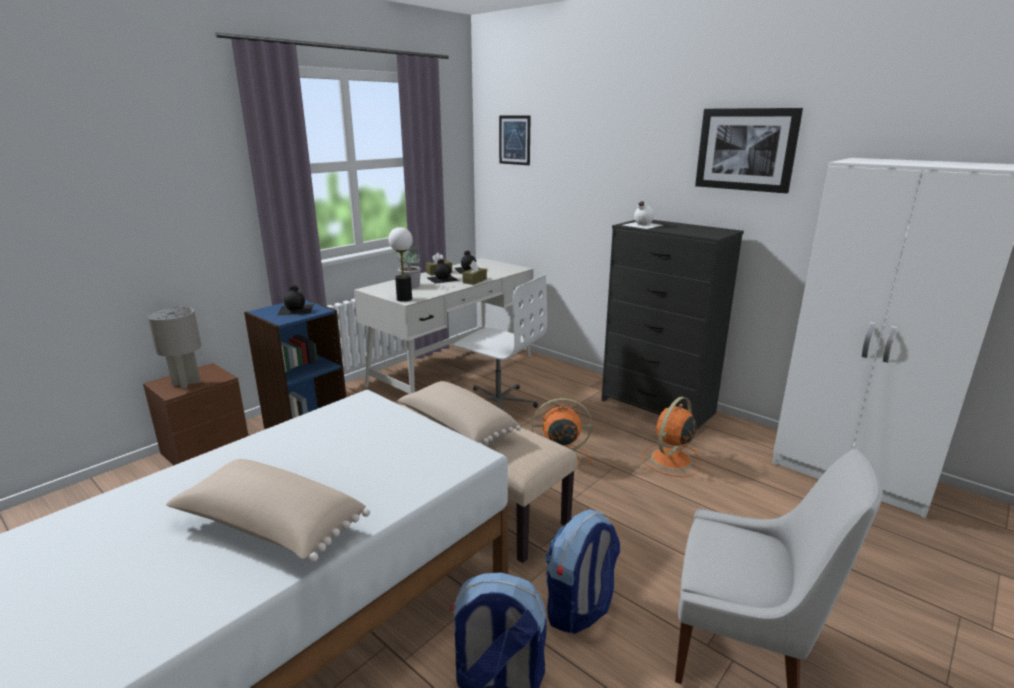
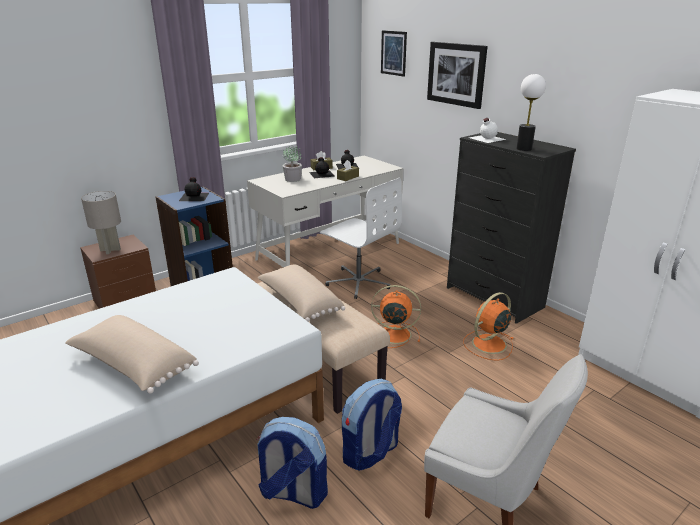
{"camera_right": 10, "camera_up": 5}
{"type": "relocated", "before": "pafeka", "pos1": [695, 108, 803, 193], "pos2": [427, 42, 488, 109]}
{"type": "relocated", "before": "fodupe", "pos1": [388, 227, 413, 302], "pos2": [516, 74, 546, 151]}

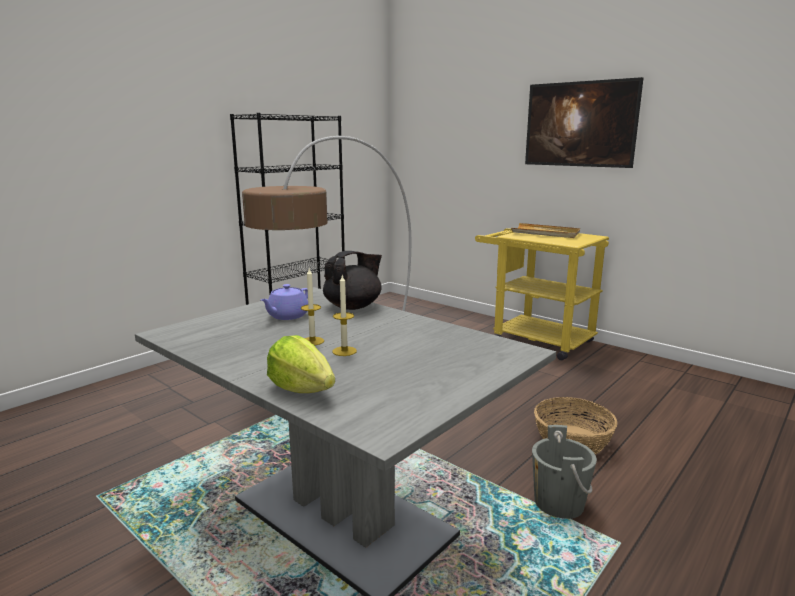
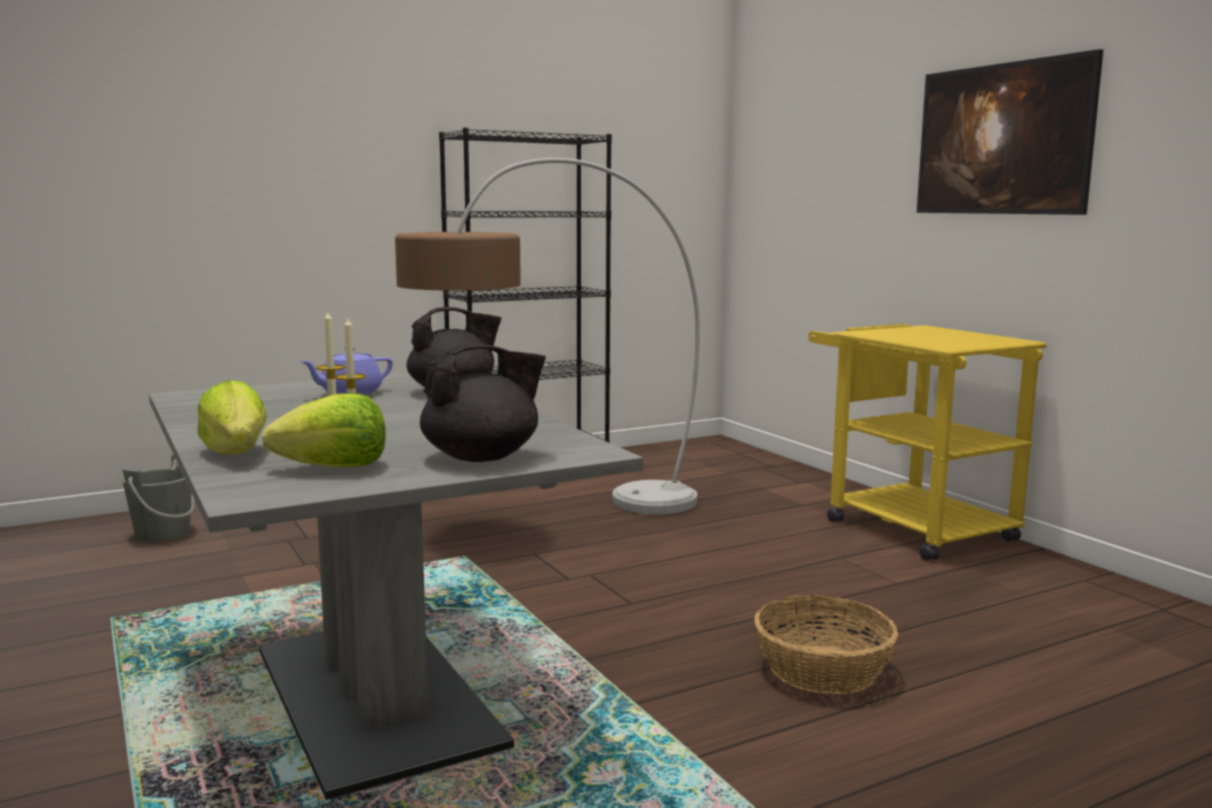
{"camera_right": 20, "camera_up": -5}
{"type": "missing", "before": "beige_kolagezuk", "pos1": [511, 223, 580, 238]}
{"type": "relocated", "before": "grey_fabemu", "pos1": [532, 425, 597, 519], "pos2": [122, 455, 194, 542]}
{"type": "appeared", "after": "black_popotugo", "pos2": [420, 343, 546, 462]}
{"type": "appeared", "after": "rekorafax", "pos2": [263, 393, 386, 467]}

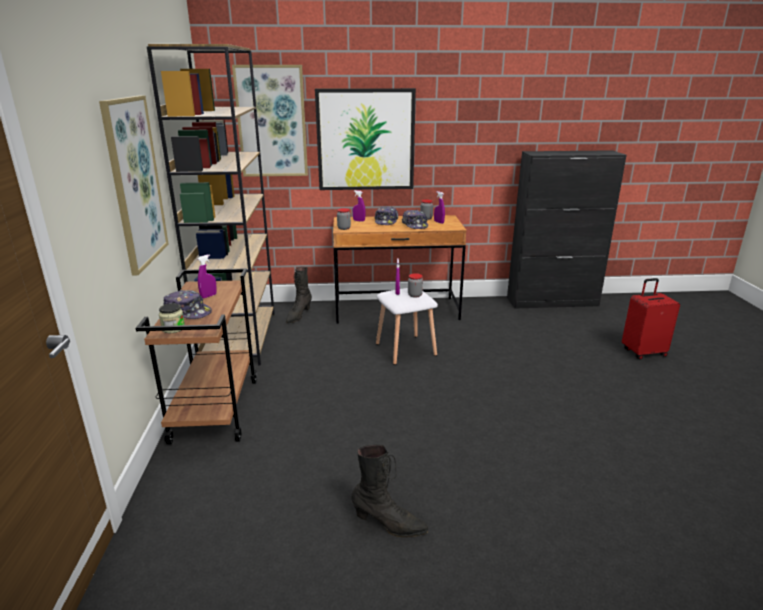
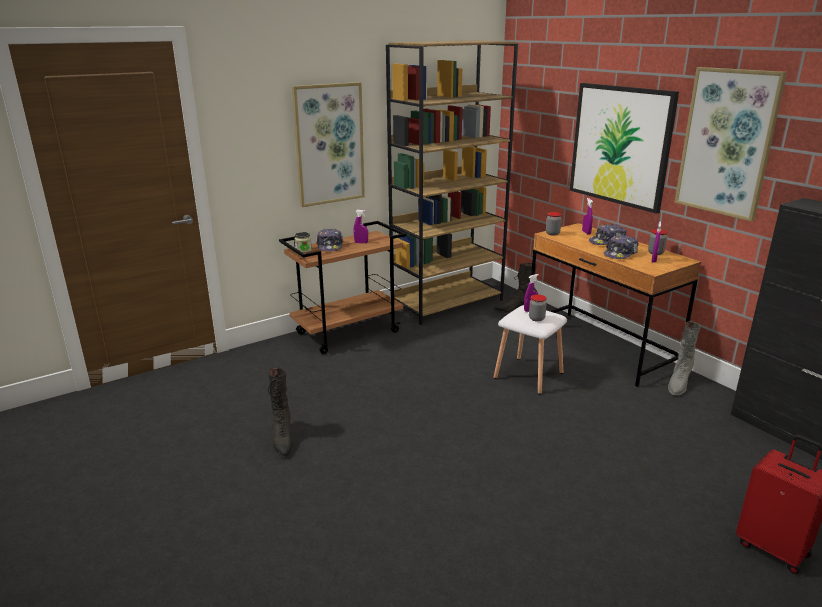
{"camera_right": 60, "camera_up": 0}
{"type": "relocated", "before": "pafeka", "pos1": [232, 65, 308, 177], "pos2": [674, 67, 787, 221]}
{"type": "appeared", "after": "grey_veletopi", "pos2": [668, 321, 701, 395]}

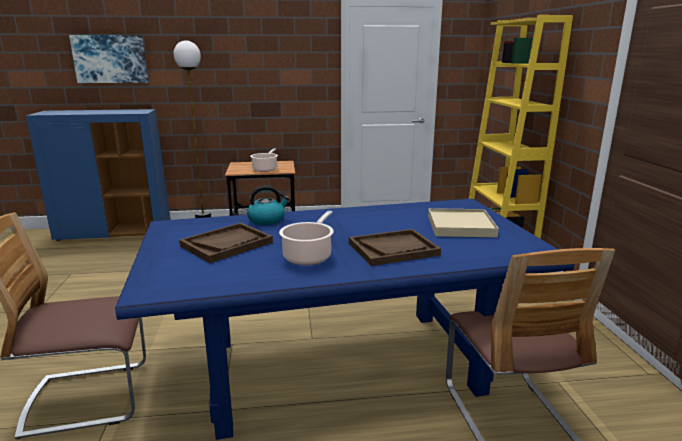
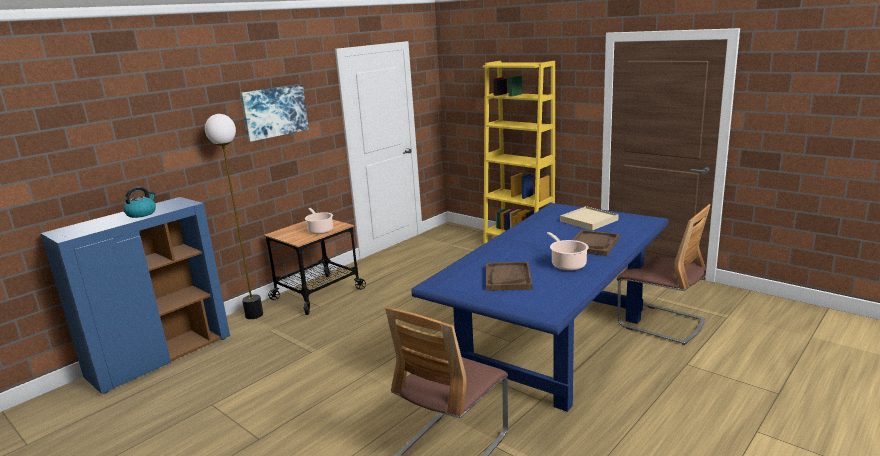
{"camera_right": -40, "camera_up": 0}
{"type": "relocated", "before": "pafeka", "pos1": [69, 35, 148, 83], "pos2": [240, 84, 309, 142]}
{"type": "relocated", "before": "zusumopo", "pos1": [247, 186, 290, 225], "pos2": [123, 187, 156, 218]}

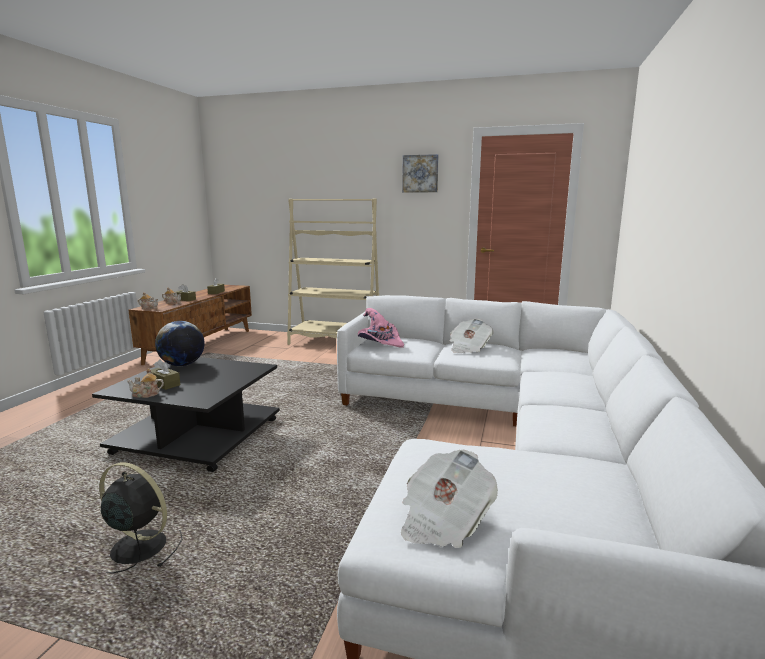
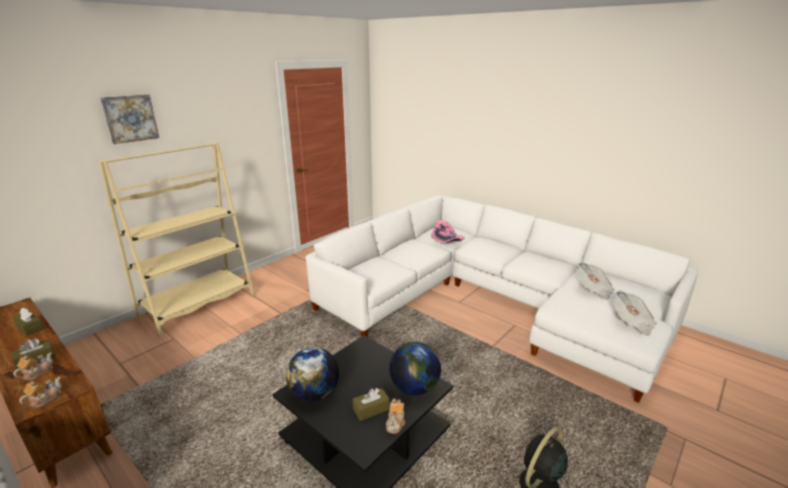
{"camera_right": -65, "camera_up": 10}
{"type": "relocated", "before": "pafeka", "pos1": [402, 154, 439, 193], "pos2": [100, 94, 159, 144]}
{"type": "relocated", "before": "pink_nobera", "pos1": [358, 308, 404, 348], "pos2": [431, 220, 465, 243]}
{"type": "relocated", "before": "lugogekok", "pos1": [450, 319, 494, 353], "pos2": [576, 262, 615, 300]}
{"type": "appeared", "after": "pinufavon", "pos2": [389, 342, 441, 395]}

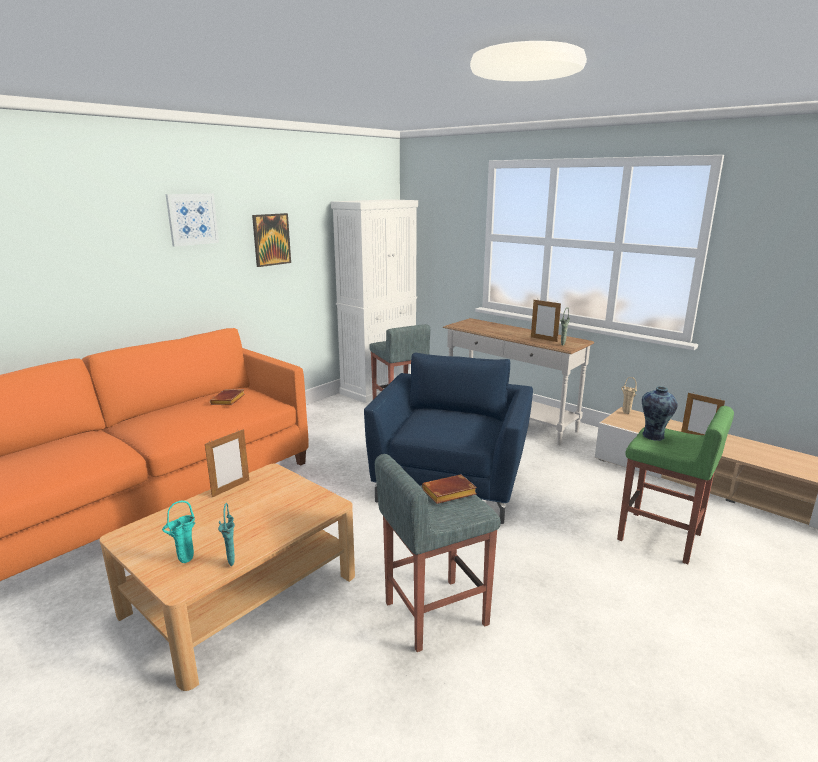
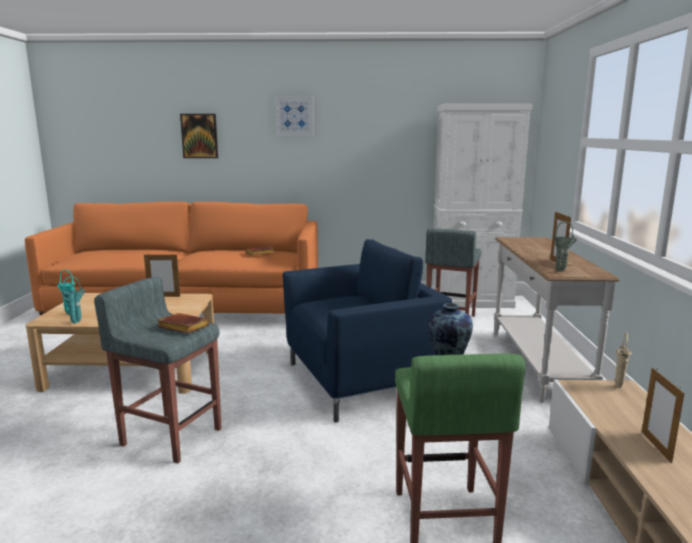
{"camera_right": 50, "camera_up": -5}
{"type": "relocated", "before": "pafeka", "pos1": [252, 213, 291, 267], "pos2": [180, 114, 218, 158]}

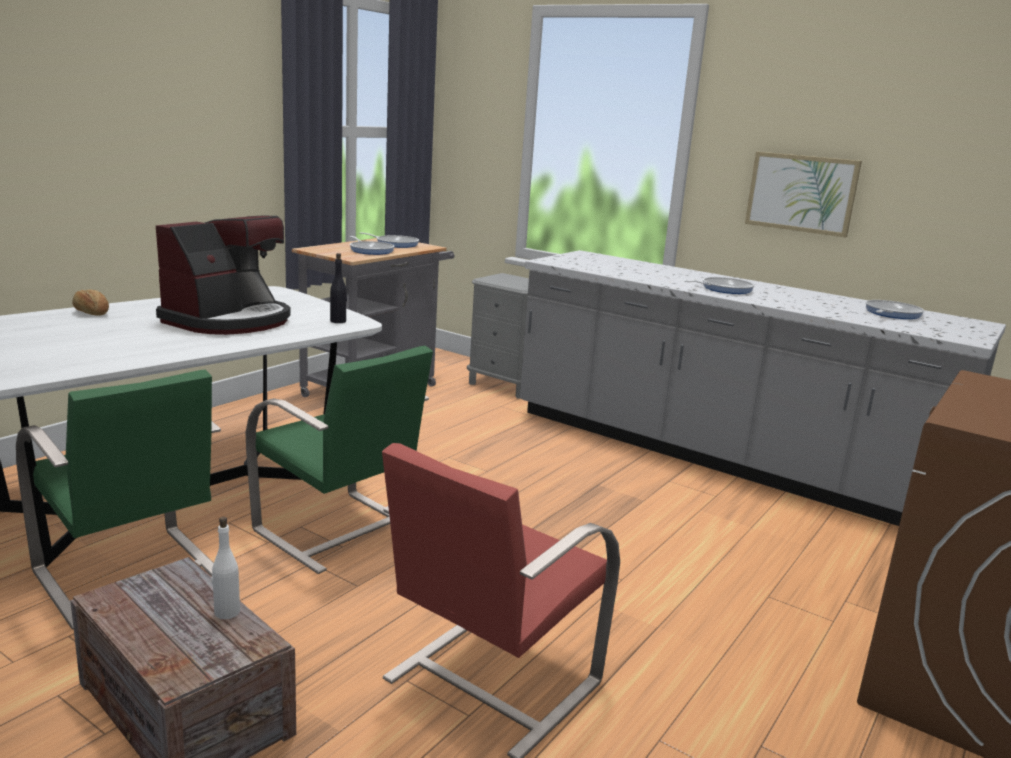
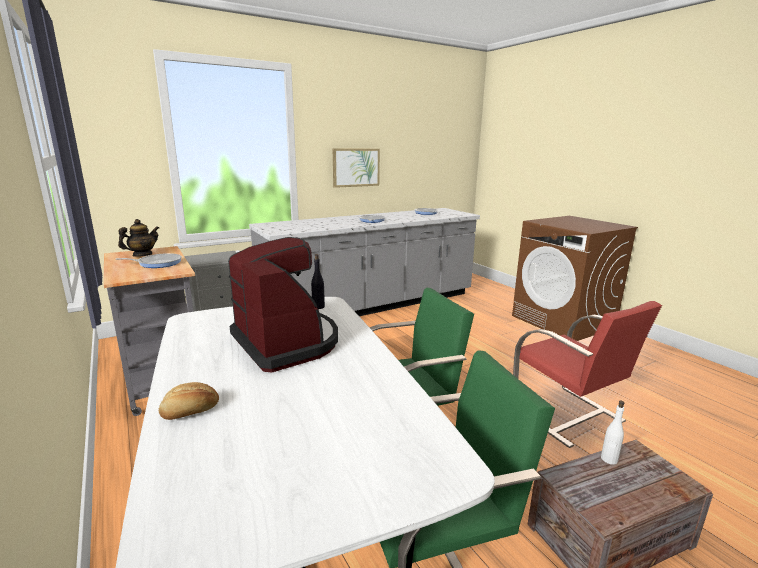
{"camera_right": -65, "camera_up": 0}
{"type": "exchanged", "before": "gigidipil", "after": "popotugo", "pos1": [360, 232, 419, 248], "pos2": [118, 219, 159, 257]}

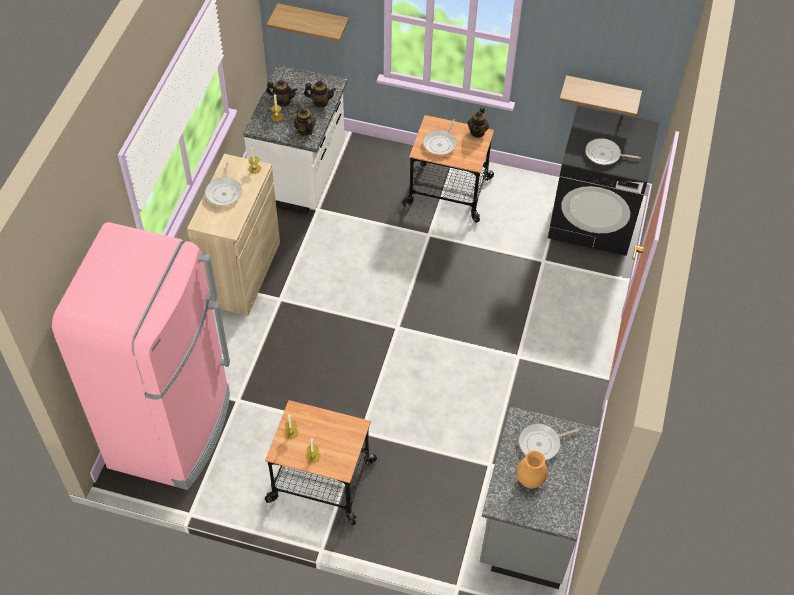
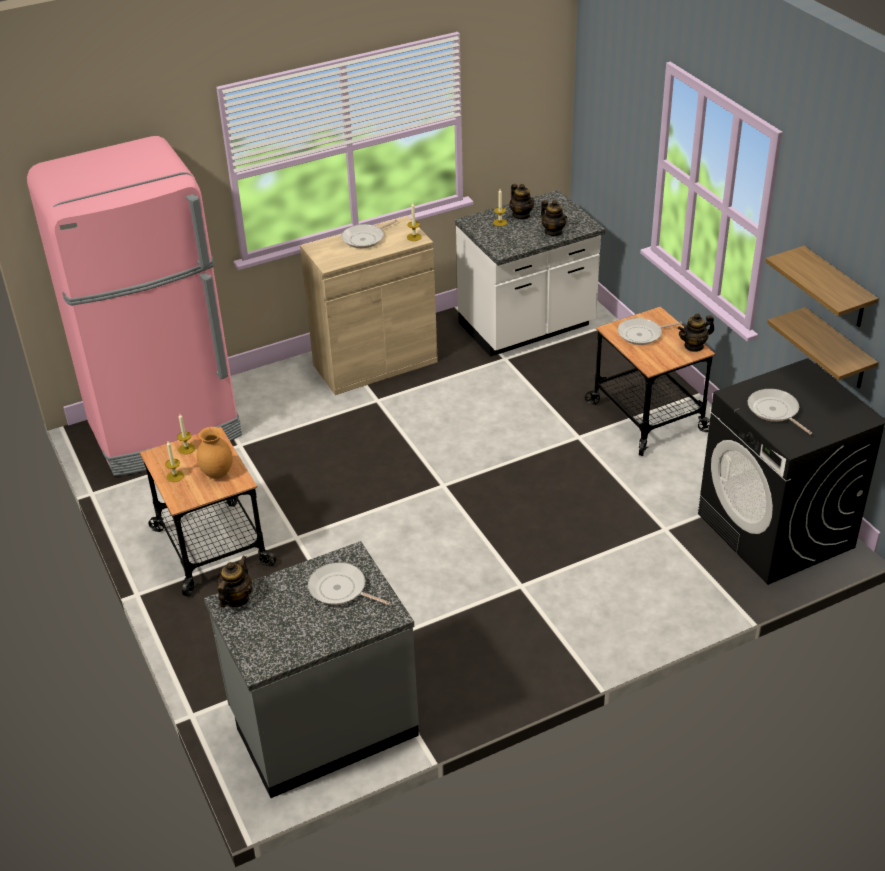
{"camera_right": 50, "camera_up": -15}
{"type": "relocated", "before": "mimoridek", "pos1": [267, 3, 349, 42], "pos2": [765, 246, 879, 327]}
{"type": "relocated", "before": "popotugo", "pos1": [294, 105, 316, 136], "pos2": [216, 556, 253, 608]}
{"type": "relocated", "before": "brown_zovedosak", "pos1": [517, 451, 548, 488], "pos2": [197, 427, 233, 479]}

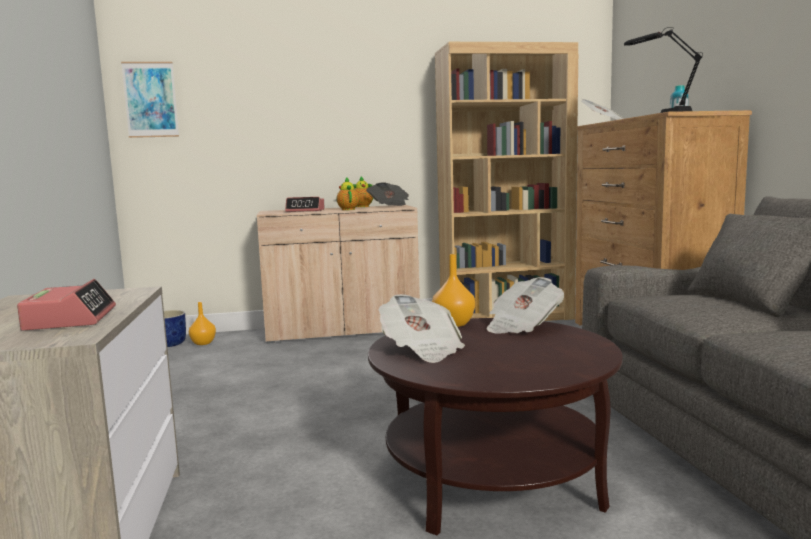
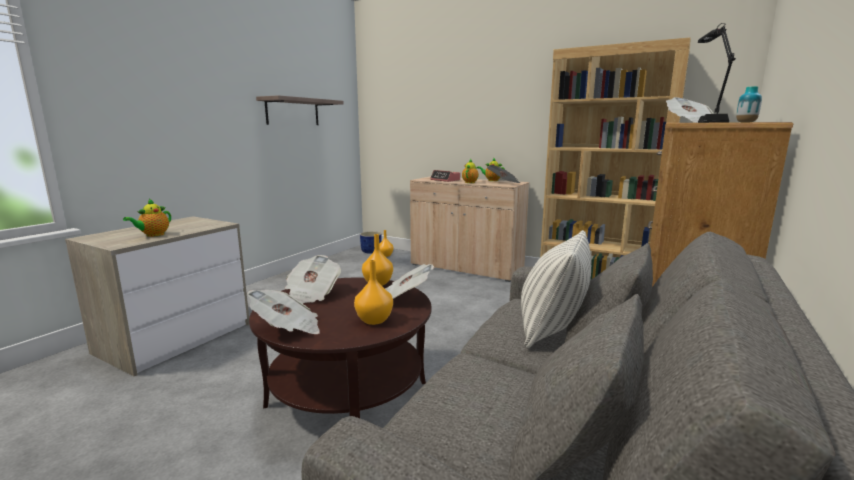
{"camera_right": 40, "camera_up": 5}
{"type": "missing", "before": "pafeka", "pos1": [121, 62, 179, 138]}
{"type": "exchanged", "before": "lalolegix", "after": "popotugo", "pos1": [17, 279, 116, 331], "pos2": [123, 199, 171, 237]}
{"type": "appeared", "after": "mimoridek", "pos2": [256, 95, 344, 125]}
{"type": "appeared", "after": "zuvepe", "pos2": [521, 230, 591, 348]}
{"type": "appeared", "after": "orange_zovedosak", "pos2": [354, 260, 393, 325]}
{"type": "appeared", "after": "lugogekok", "pos2": [247, 290, 320, 334]}

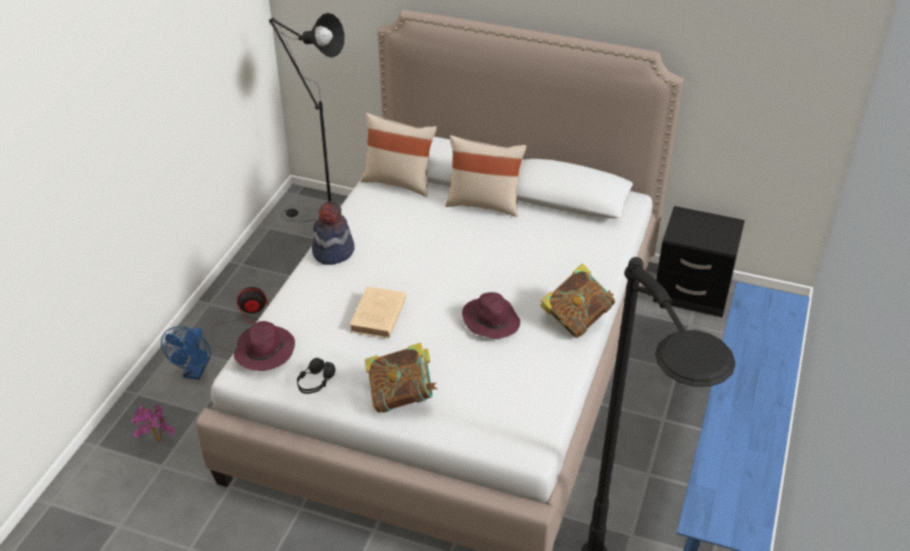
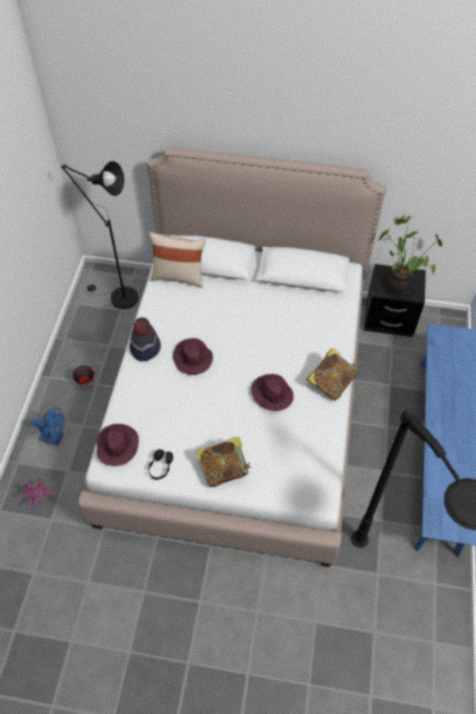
{"camera_right": -10, "camera_up": 15}
{"type": "missing", "before": "beige_zuvepe", "pos1": [445, 135, 526, 217]}
{"type": "missing", "before": "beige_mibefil", "pos1": [349, 287, 406, 338]}
{"type": "spun", "before": "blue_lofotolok", "pos1": [161, 326, 211, 380], "pos2": [30, 407, 65, 445], "turn": -75}
{"type": "appeared", "after": "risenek", "pos2": [378, 215, 442, 295]}
{"type": "appeared", "after": "purple_nobera", "pos2": [173, 338, 213, 375]}

